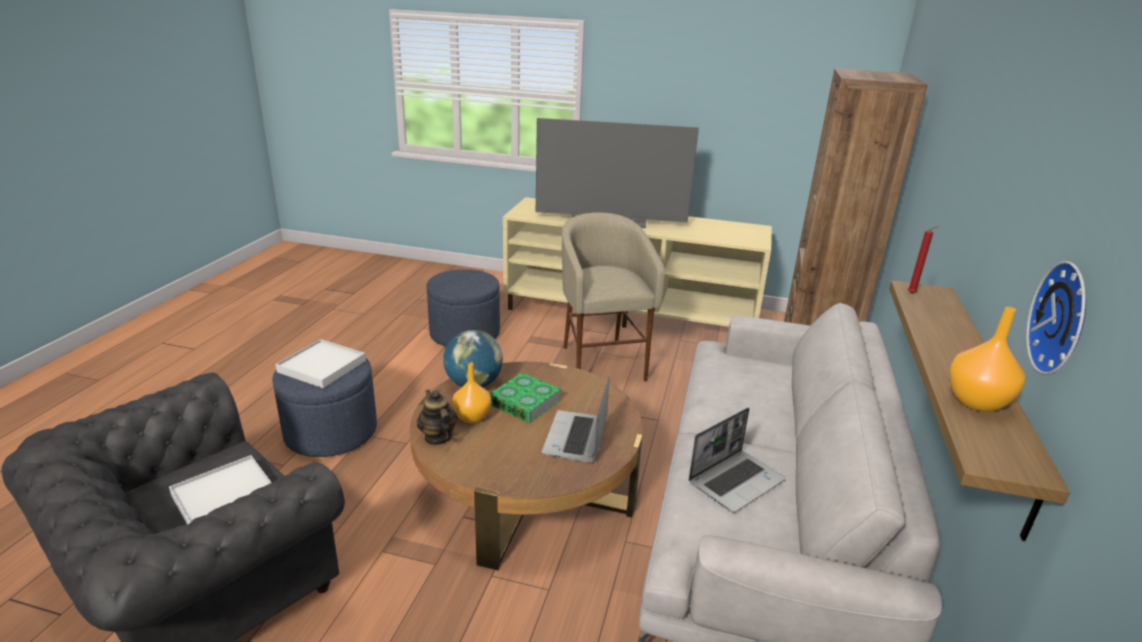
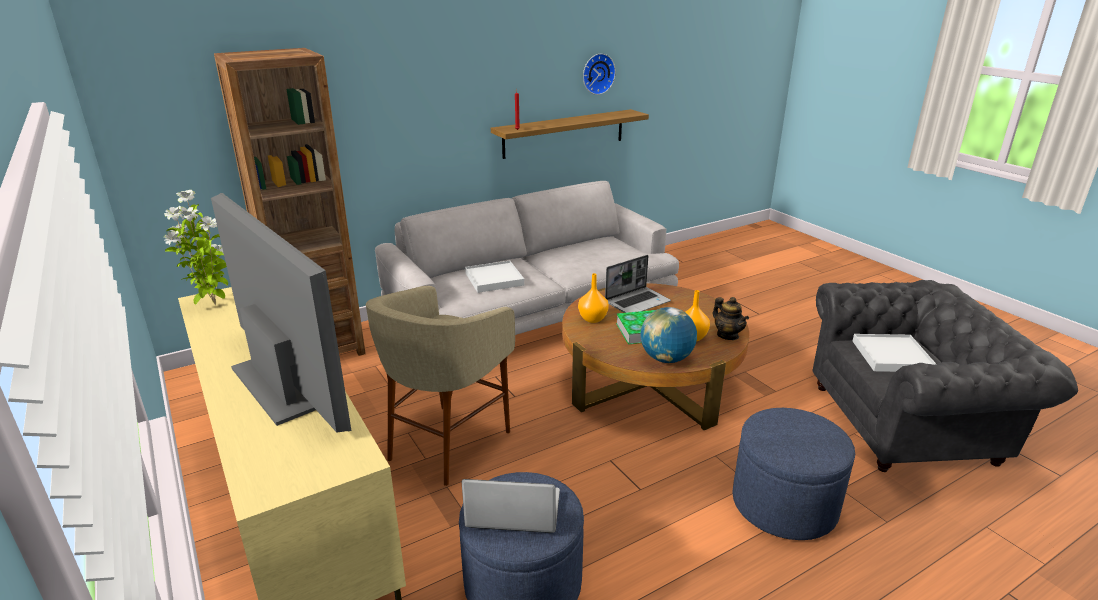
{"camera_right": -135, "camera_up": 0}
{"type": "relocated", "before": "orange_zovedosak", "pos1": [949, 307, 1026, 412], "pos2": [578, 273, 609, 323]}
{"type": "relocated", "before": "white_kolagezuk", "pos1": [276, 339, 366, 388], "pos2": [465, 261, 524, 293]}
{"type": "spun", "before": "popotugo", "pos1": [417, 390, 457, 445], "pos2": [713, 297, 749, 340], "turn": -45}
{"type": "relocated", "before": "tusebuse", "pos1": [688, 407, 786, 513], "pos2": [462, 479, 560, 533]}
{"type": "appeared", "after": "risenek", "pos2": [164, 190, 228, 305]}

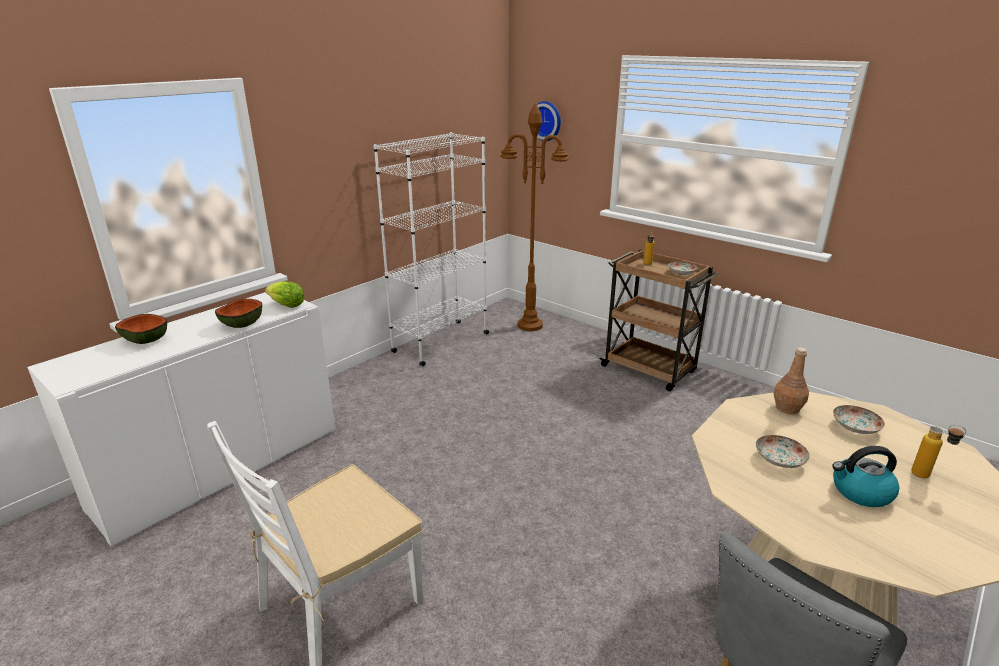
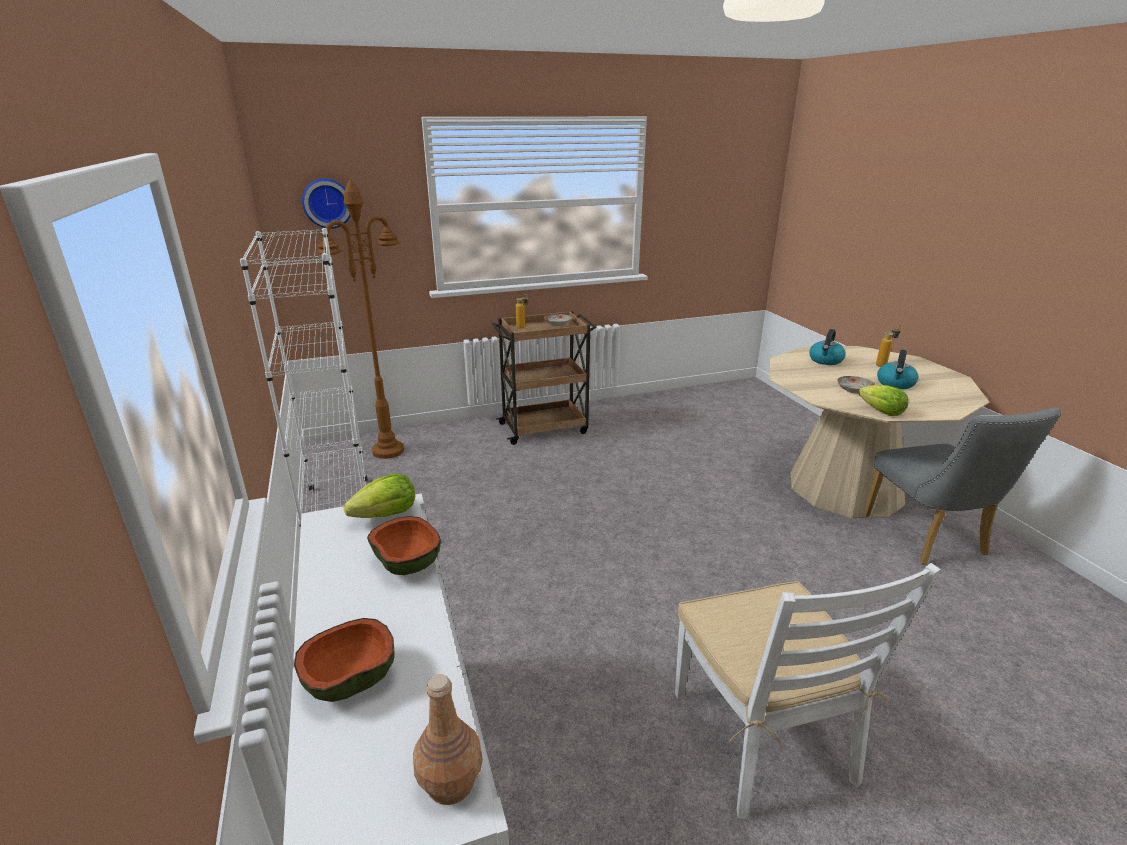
{"camera_right": -60, "camera_up": 0}
{"type": "relocated", "before": "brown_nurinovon", "pos1": [773, 347, 809, 414], "pos2": [413, 674, 483, 805]}
{"type": "exchanged", "before": "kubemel", "after": "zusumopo", "pos1": [833, 405, 885, 434], "pos2": [809, 329, 846, 365]}
{"type": "appeared", "after": "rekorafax", "pos2": [858, 385, 909, 416]}

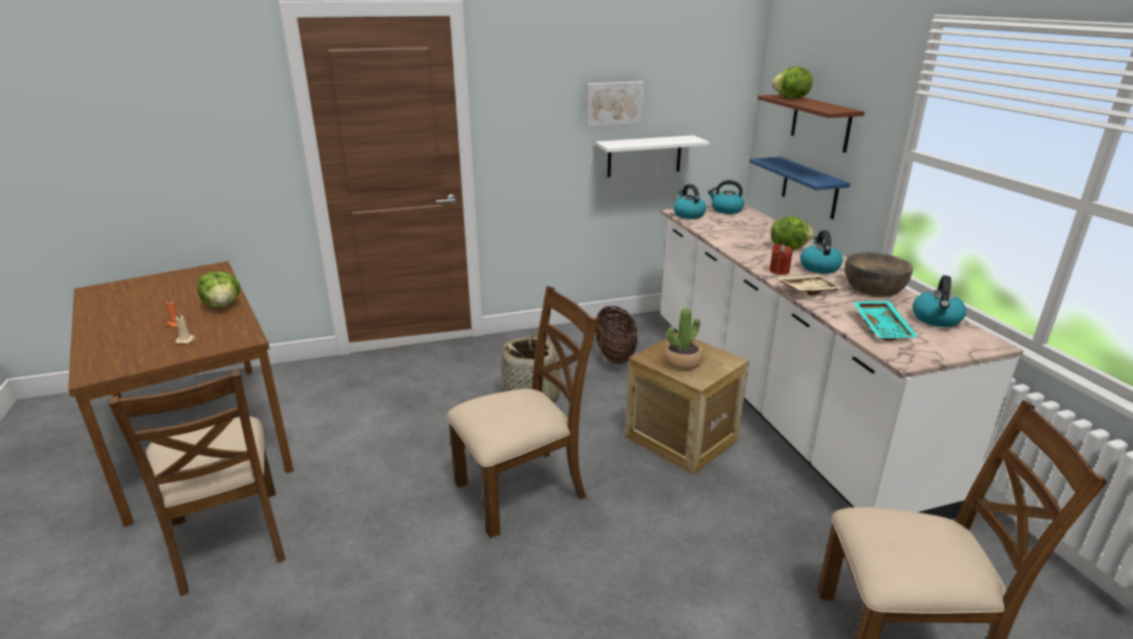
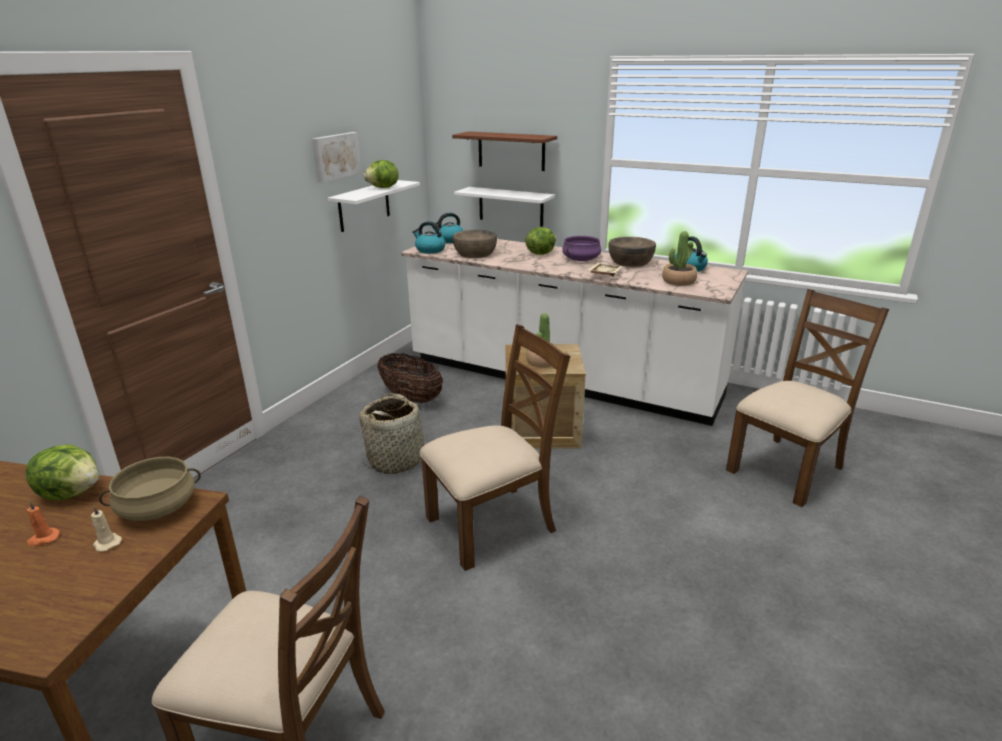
{"camera_right": -45, "camera_up": 0}
{"type": "relocated", "before": "rekorafax", "pos1": [771, 67, 813, 99], "pos2": [363, 160, 398, 188]}
{"type": "colour", "before": "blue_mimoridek", "after": "white_mimoridek", "pos1": [750, 157, 851, 219], "pos2": [454, 187, 555, 227]}
{"type": "exchanged", "before": "zusumopo", "after": "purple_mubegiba", "pos1": [800, 230, 843, 274], "pos2": [562, 236, 601, 261]}
{"type": "missing", "before": "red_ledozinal", "pos1": [769, 244, 793, 275]}
{"type": "spun", "before": "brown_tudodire", "pos1": [447, 286, 598, 538], "pos2": [420, 324, 570, 571], "turn": 45}
{"type": "exchanged", "before": "turquoise_kolagezuk", "after": "risenek", "pos1": [853, 301, 919, 341], "pos2": [662, 231, 697, 286]}
{"type": "appeared", "after": "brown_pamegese", "pos2": [453, 230, 497, 258]}
{"type": "appeared", "after": "beige_mubegiba", "pos2": [99, 457, 201, 521]}

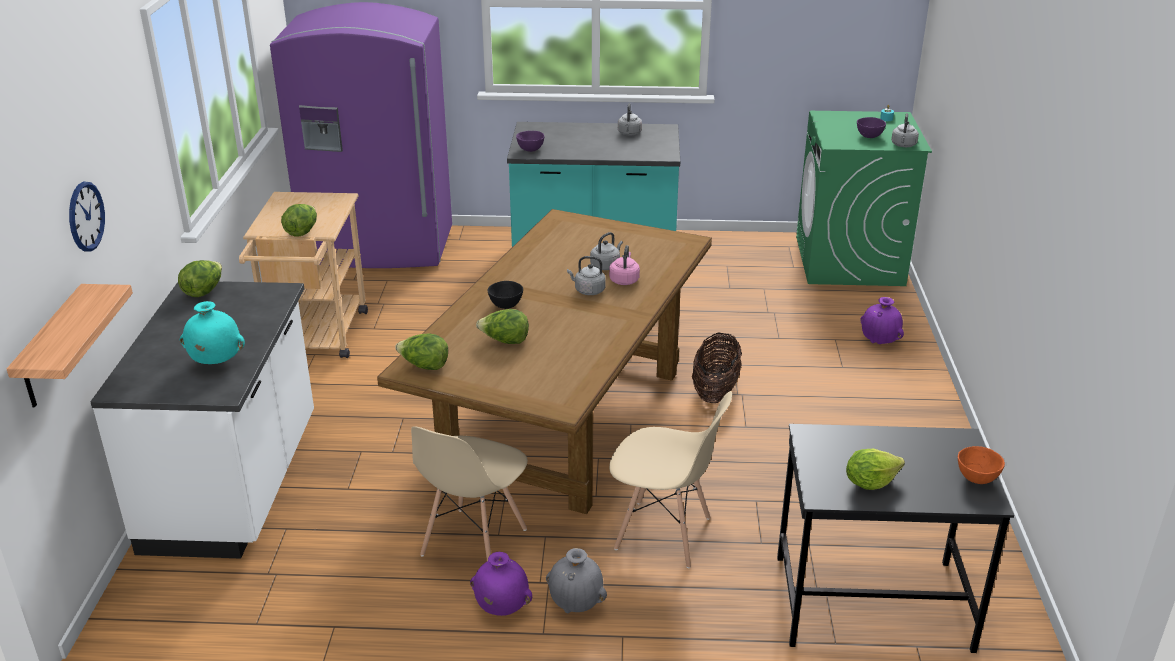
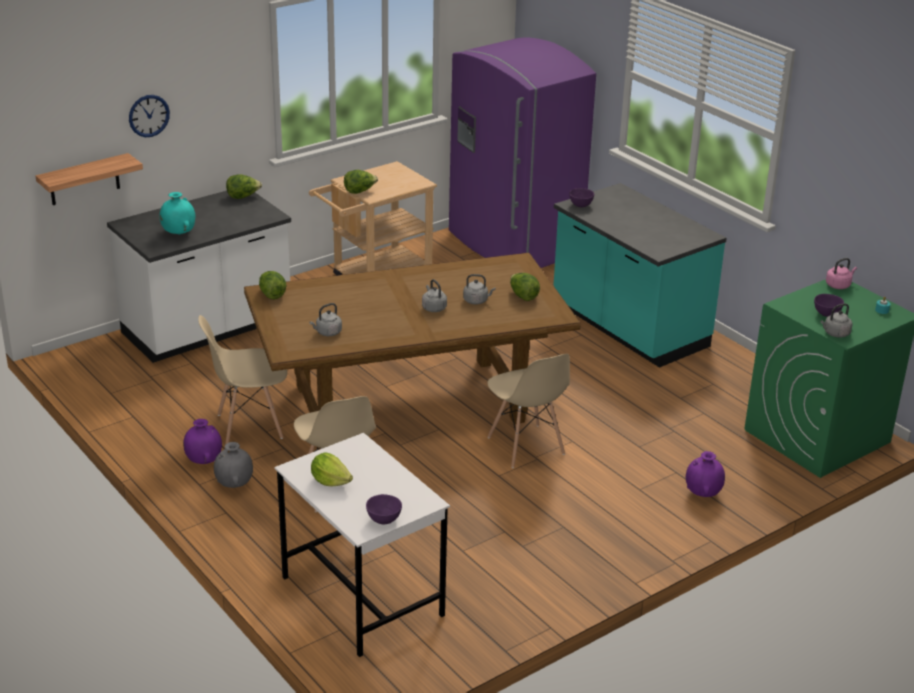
{"camera_right": 50, "camera_up": 0}
{"type": "relocated", "before": "grey_zusumopo", "pos1": [618, 103, 642, 135], "pos2": [309, 303, 342, 336]}
{"type": "relocated", "before": "pink_zusumopo", "pos1": [609, 245, 640, 285], "pos2": [826, 258, 857, 289]}
{"type": "missing", "before": "black_pamegese", "pos1": [487, 281, 523, 309]}
{"type": "relocated", "before": "rekorafax", "pos1": [476, 309, 529, 344], "pos2": [510, 273, 540, 301]}
{"type": "exchanged", "before": "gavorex", "after": "beige_tudodire", "pos1": [692, 332, 742, 403], "pos2": [487, 354, 570, 468]}
{"type": "colour", "before": "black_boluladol", "after": "white_boluladol", "pos1": [777, 424, 1014, 653], "pos2": [275, 433, 450, 657]}
{"type": "colour", "before": "orange_pamegese", "after": "purple_pamegese", "pos1": [958, 446, 1005, 484], "pos2": [366, 494, 402, 524]}

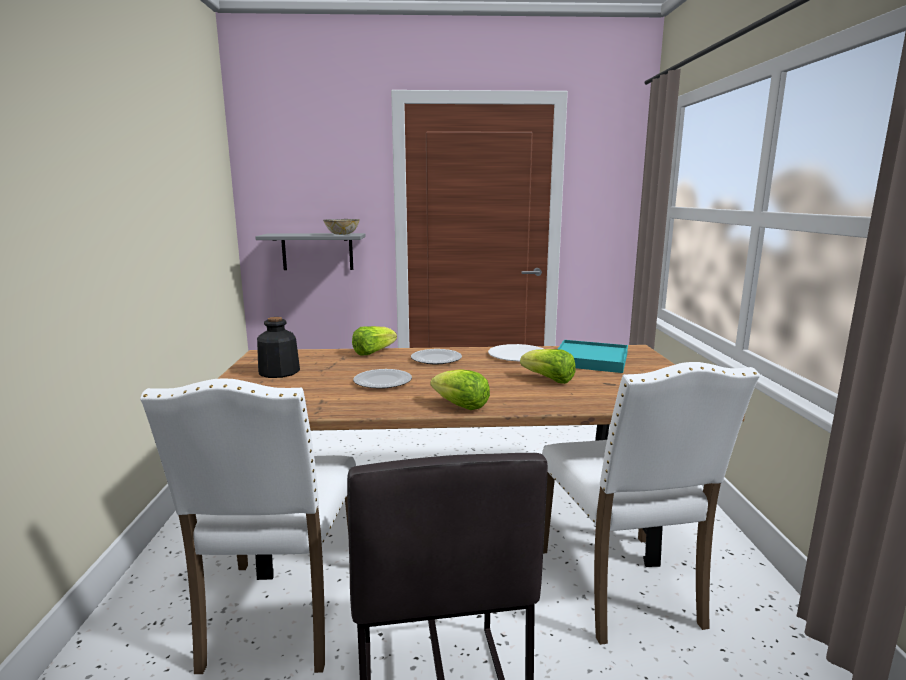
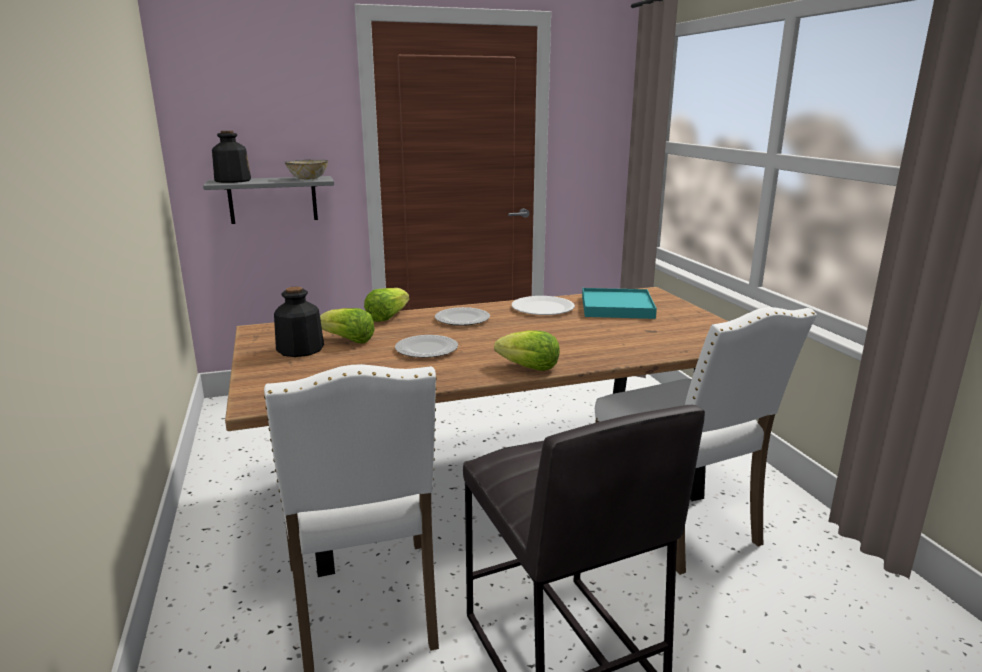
{"camera_right": -15, "camera_up": 5}
{"type": "relocated", "before": "rekorafax", "pos1": [520, 349, 575, 384], "pos2": [320, 308, 375, 344]}
{"type": "appeared", "after": "nurinovon", "pos2": [212, 131, 251, 183]}

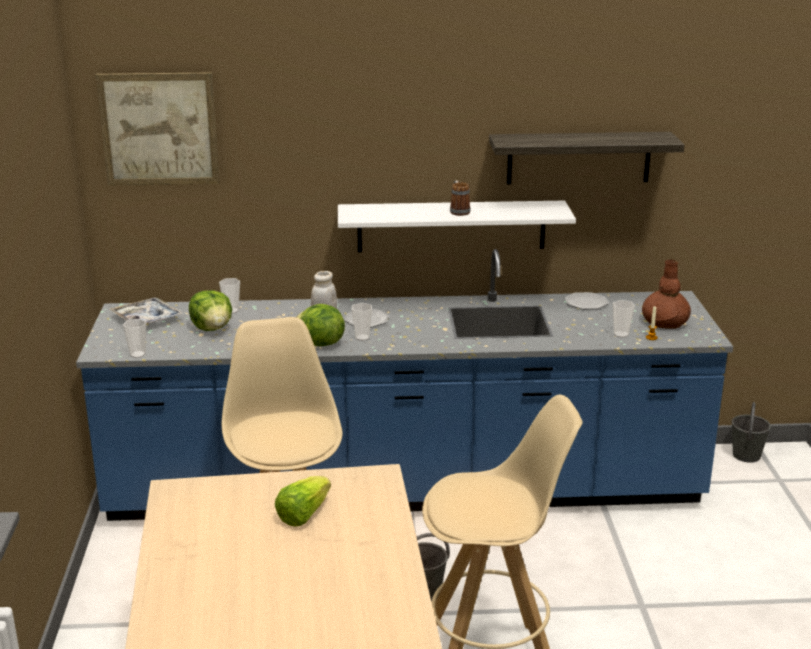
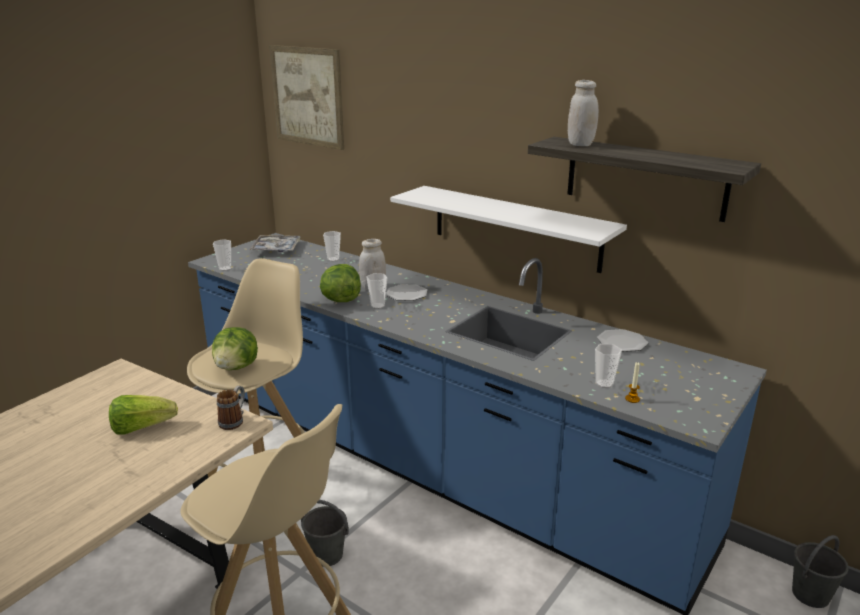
{"camera_right": 40, "camera_up": 0}
{"type": "relocated", "before": "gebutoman", "pos1": [450, 181, 471, 216], "pos2": [217, 386, 245, 430]}
{"type": "missing", "before": "brown_zovedosak", "pos1": [642, 260, 691, 329]}
{"type": "relocated", "before": "rekorafax", "pos1": [189, 290, 232, 331], "pos2": [212, 327, 258, 370]}
{"type": "appeared", "after": "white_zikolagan", "pos2": [568, 80, 599, 146]}

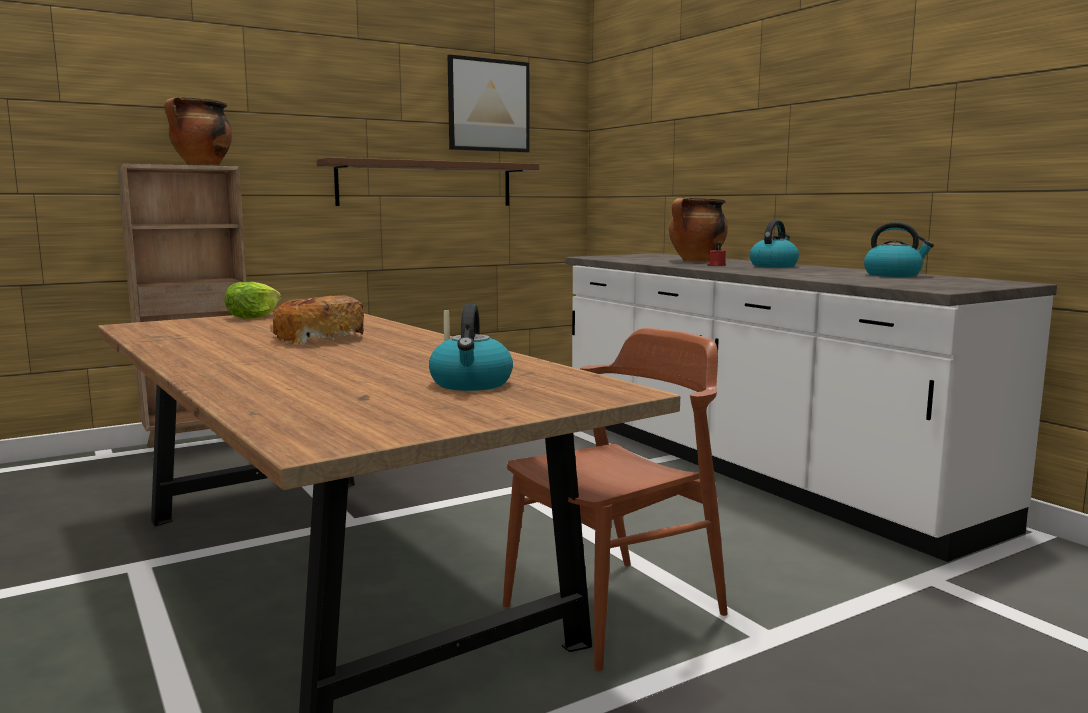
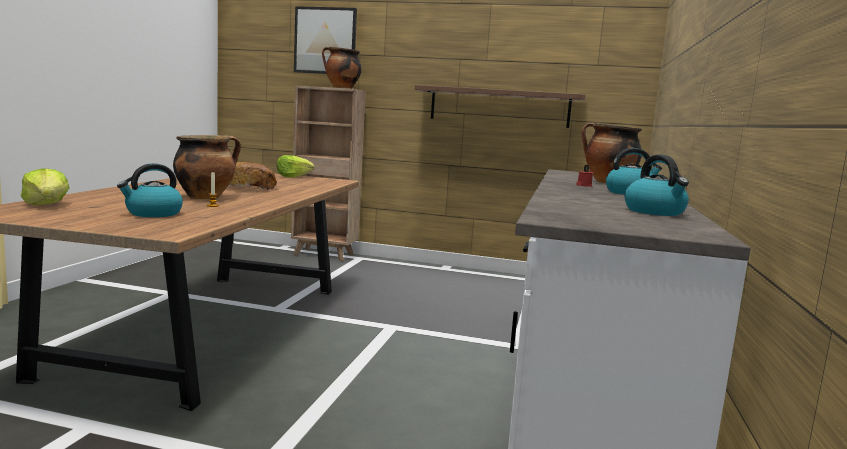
{"camera_right": 45, "camera_up": 0}
{"type": "relocated", "before": "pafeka", "pos1": [447, 55, 530, 153], "pos2": [294, 6, 357, 74]}
{"type": "missing", "before": "brown_tudodire", "pos1": [503, 328, 728, 671]}
{"type": "appeared", "after": "mubegiba", "pos2": [173, 135, 241, 199]}
{"type": "appeared", "after": "rekorafax", "pos2": [21, 168, 69, 205]}

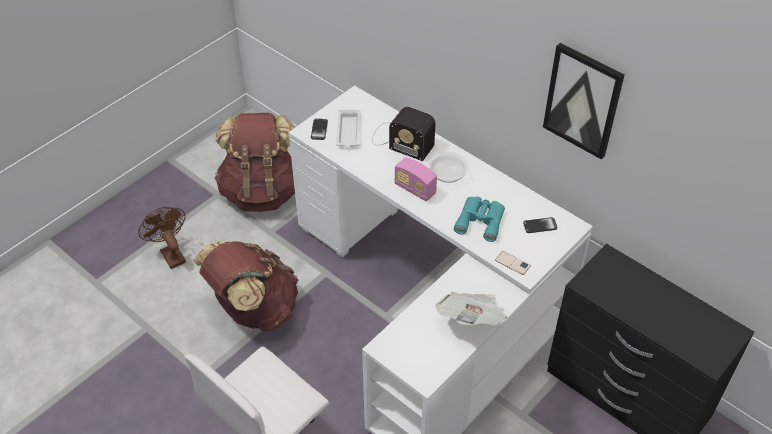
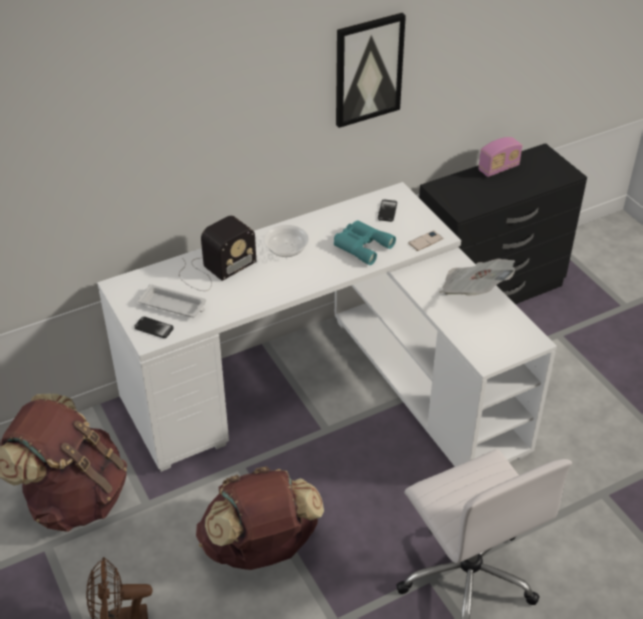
{"camera_right": -70, "camera_up": -5}
{"type": "relocated", "before": "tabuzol", "pos1": [394, 157, 437, 202], "pos2": [478, 137, 522, 177]}

